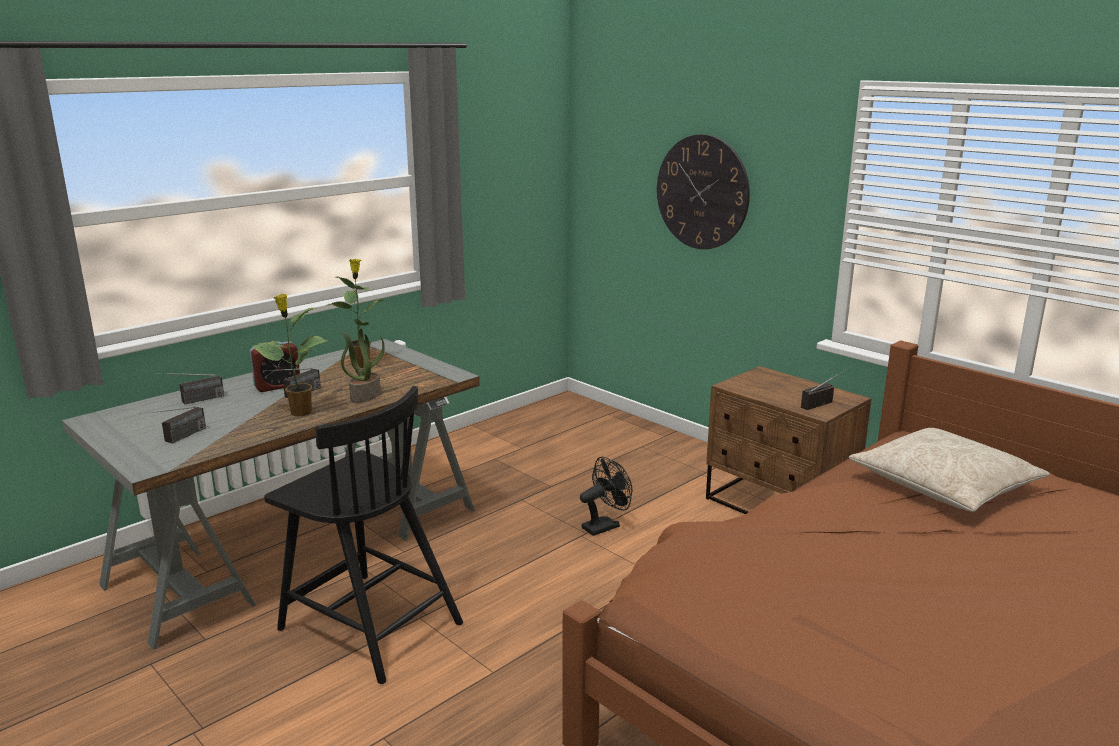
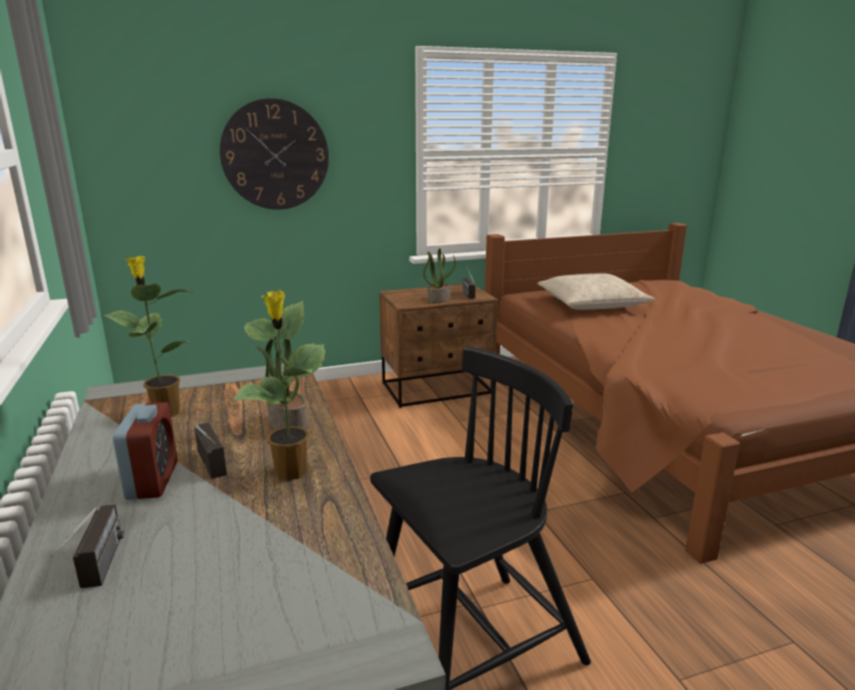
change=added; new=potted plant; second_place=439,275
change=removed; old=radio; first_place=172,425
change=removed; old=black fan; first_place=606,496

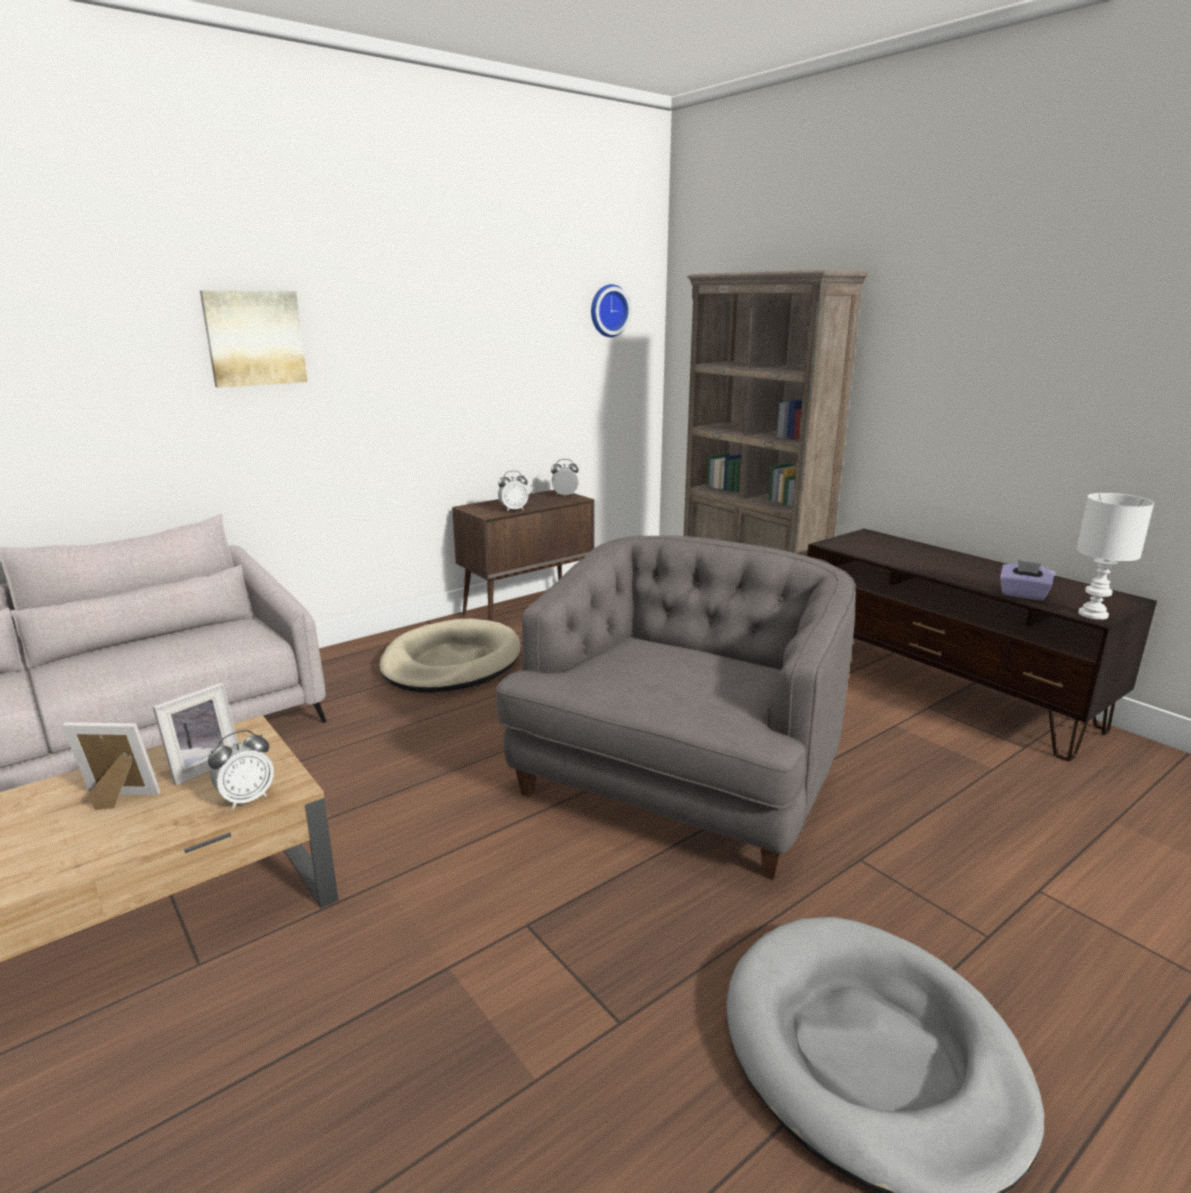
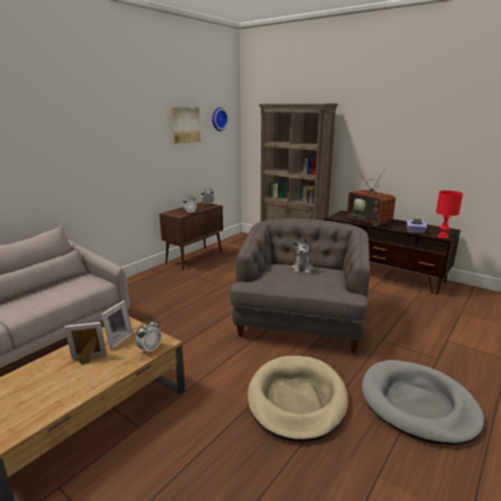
change=moved; old=picture; first_place=253,339; second_place=186,125
change=moved; old=beige dog bed; first_place=450,656; second_place=297,399
change=added; new=plush toy; second_place=303,256
change=added; new=television; second_place=371,198
change=recoloured; old=white table lamp; new=red table lamp; first_place=1115,556; second_place=449,214

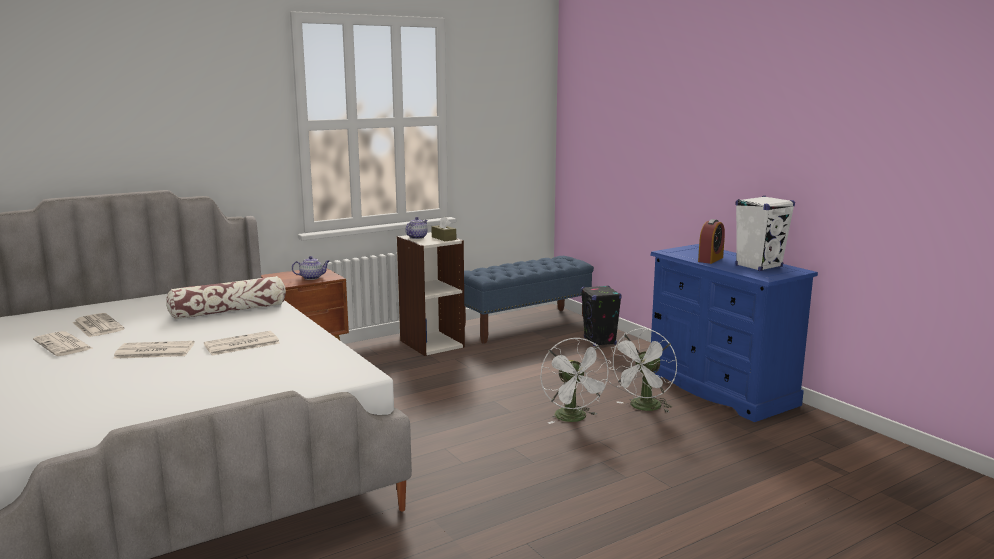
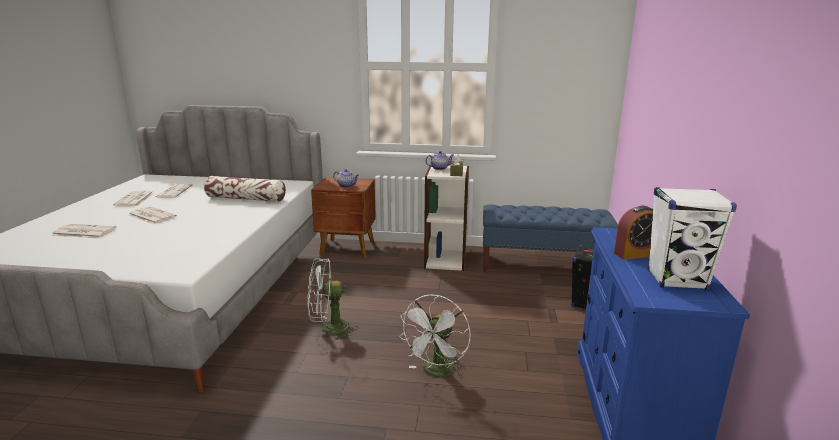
change=moved; old=newspaper; first_place=242,343; second_place=84,231
change=moved; old=white fan; first_place=642,370; second_place=333,299

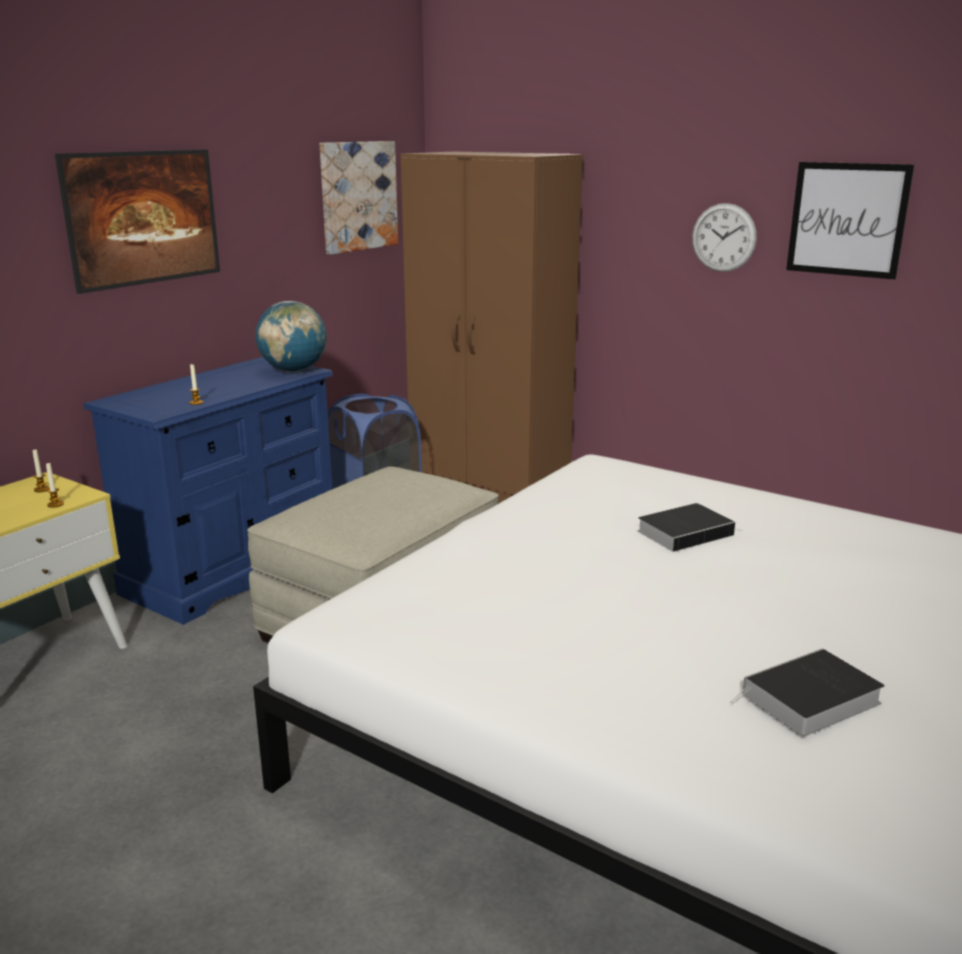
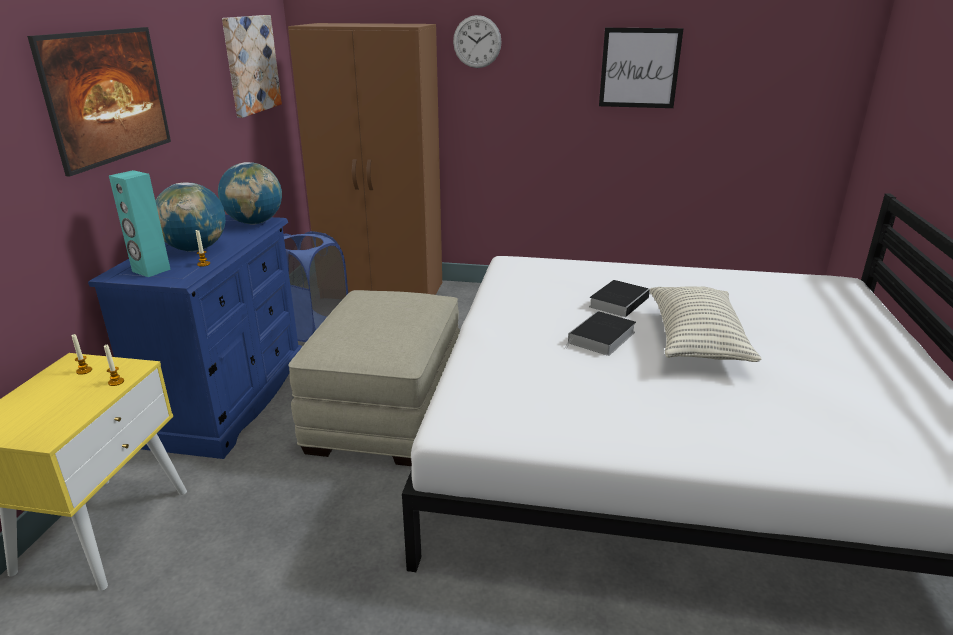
change=added; new=turquoise speaker; second_place=140,223
change=added; new=globe; second_place=190,217
change=moved; old=wall clock; first_place=724,237; second_place=477,41
change=moved; old=book; first_place=807,692; second_place=600,333
change=added; new=pillow; second_place=705,324

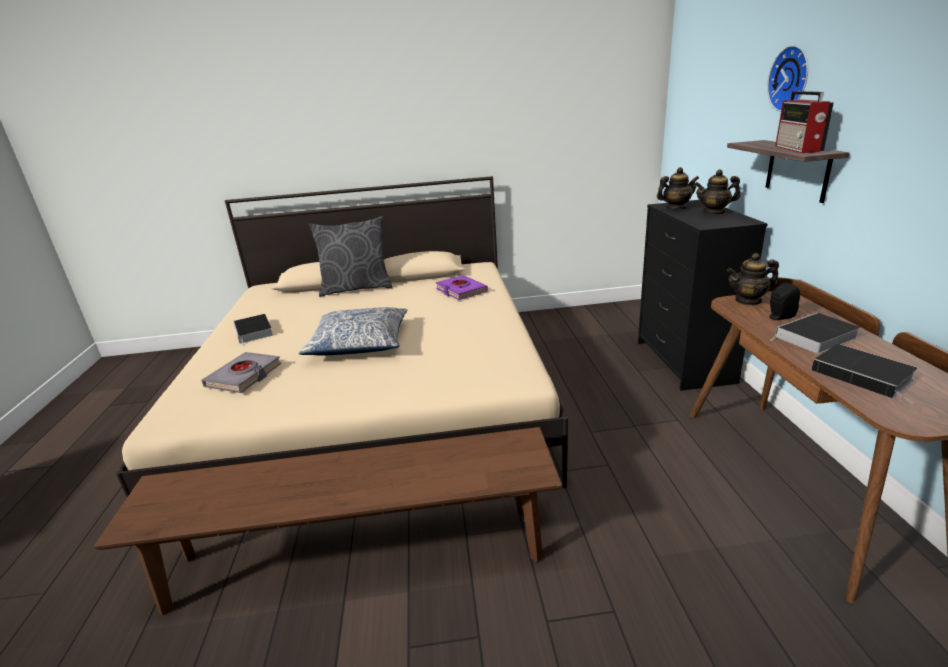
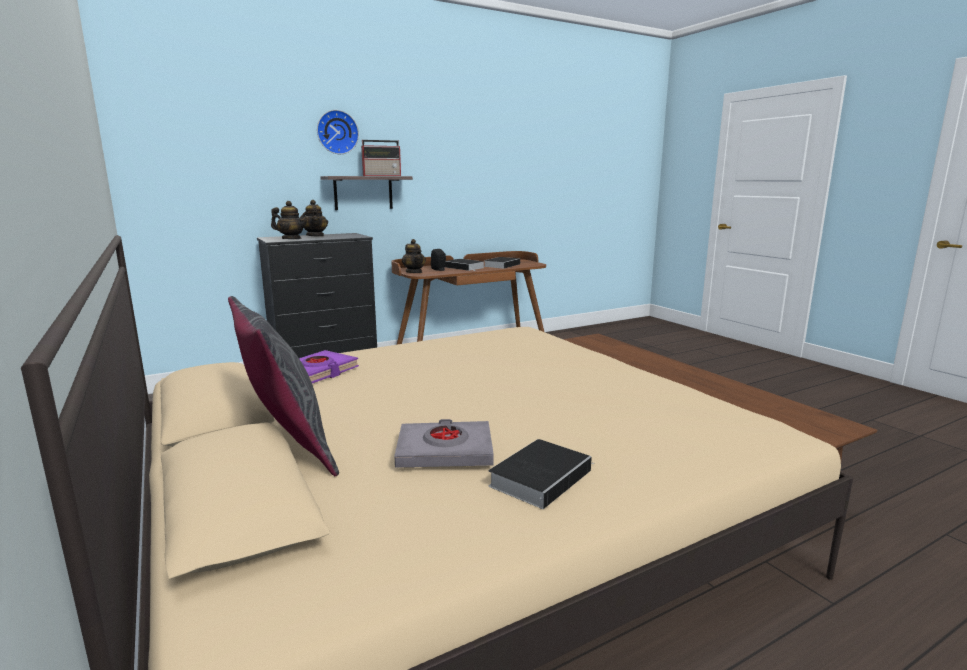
change=turned; old=teapot; first_place=678,188; second_place=289,220; degrees=135
change=moved; old=grey book; first_place=241,372; second_place=443,443
change=removed; old=pillow; first_place=353,331

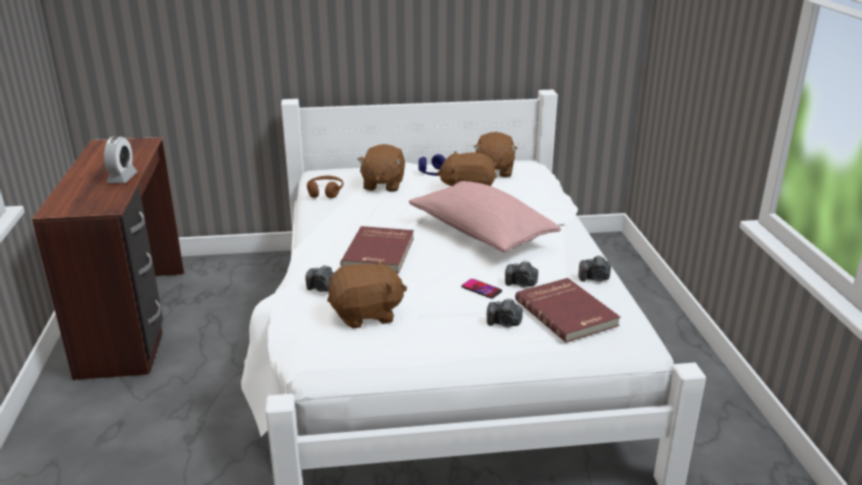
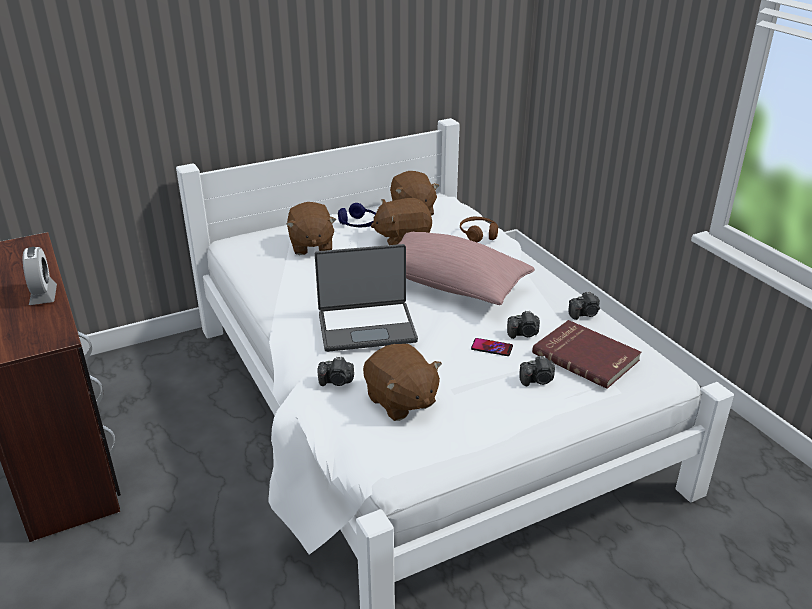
change=replaced; old=red book; new=laptop; first_place=377,249; second_place=366,298
change=turned; old=brown plush toy; first_place=367,293; second_place=402,382; degrees=90
change=moved; old=brown headphones; first_place=325,187; second_place=479,229

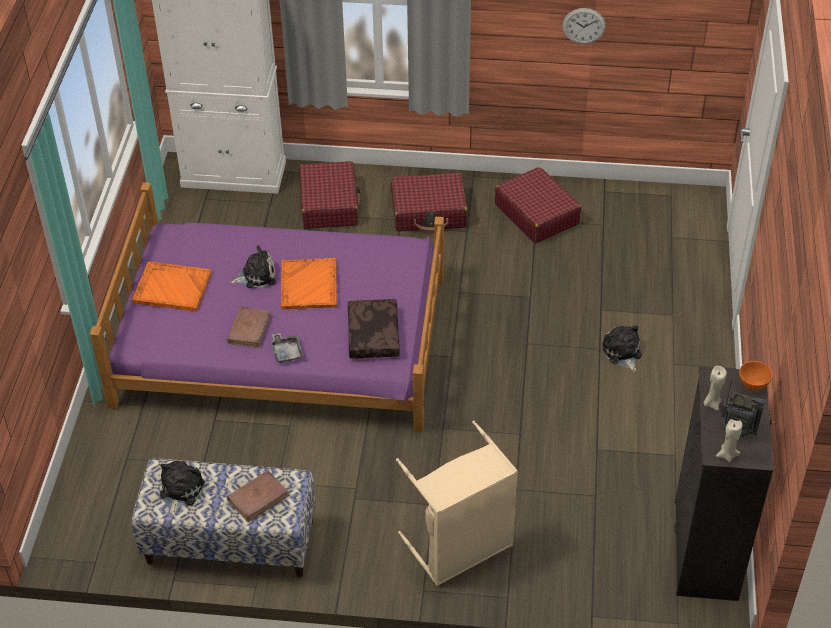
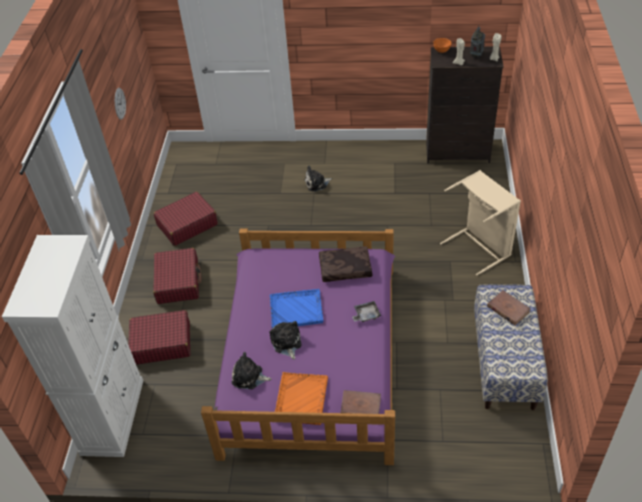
change=moved; old=plush toy; first_place=182,488; second_place=252,370
change=recoloured; old=orange tray; new=blue tray; first_place=309,283; second_place=296,309
change=moved; old=brown book; first_place=249,327; second_place=360,402

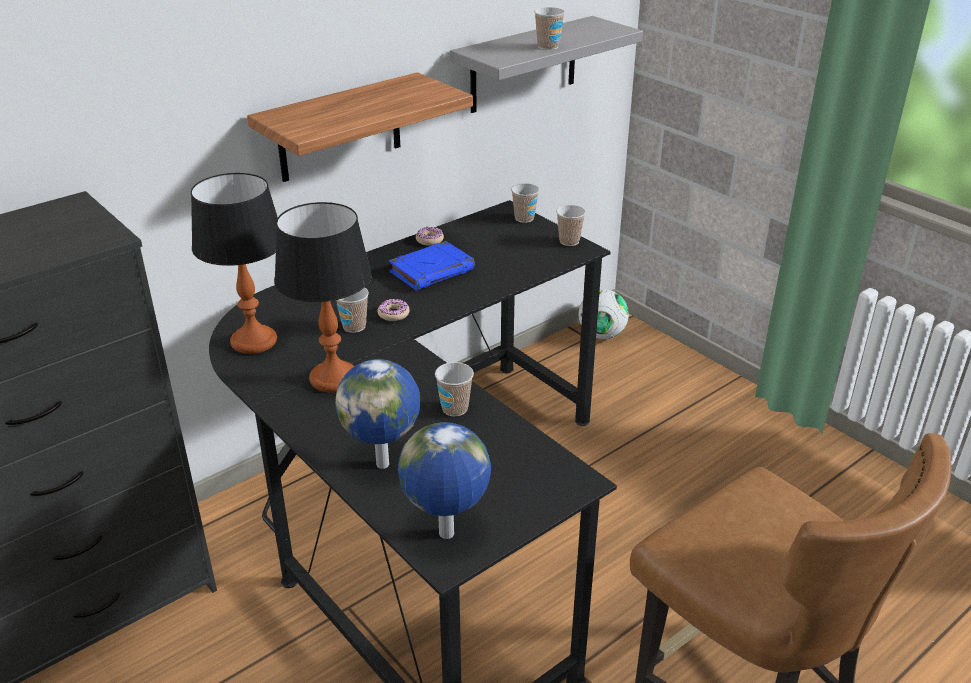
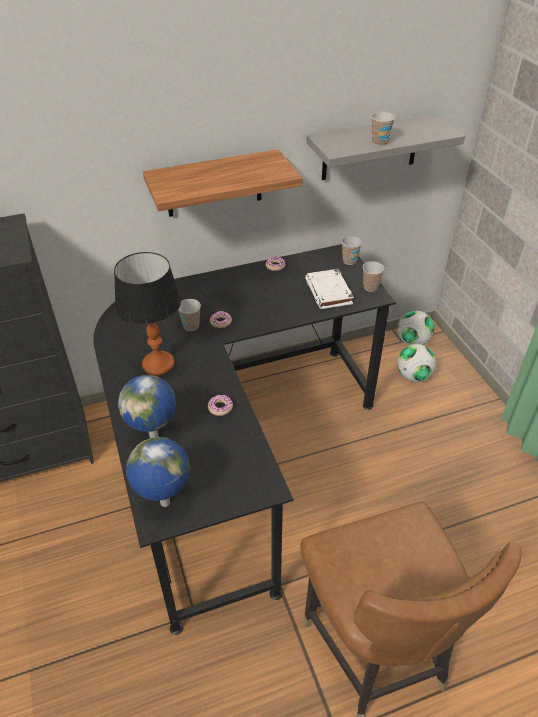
change=replaced; old=cup; new=donut; first_place=454,389; second_place=220,405
change=added; new=white book; second_place=329,289
change=added; new=football; second_place=416,363
change=removed; old=table lamp; first_place=234,263
change=removed; old=blue book; first_place=432,266

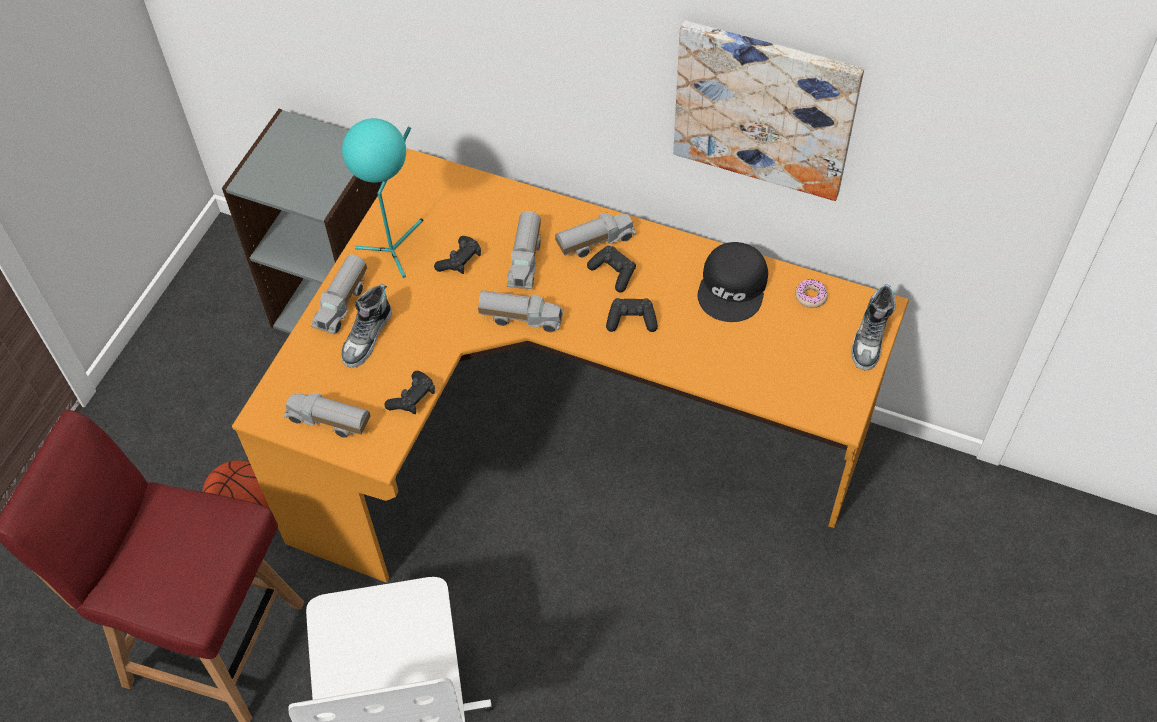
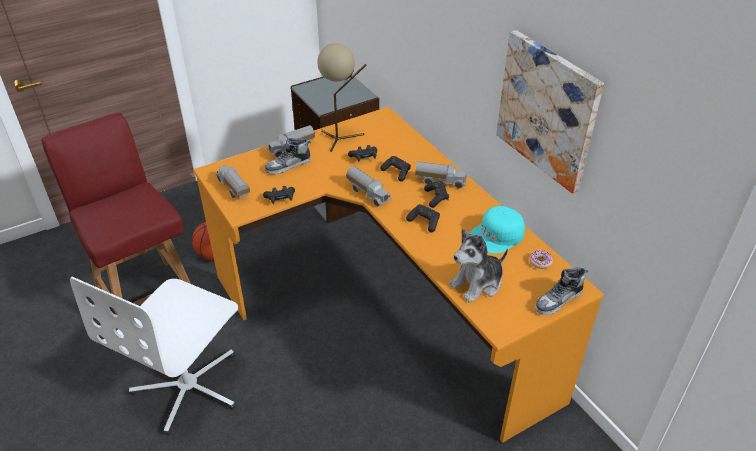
change=recoloured; old=turquoise table lamp; new=beige table lamp; first_place=382,198; second_place=342,97
change=replaced; old=toy truck; new=black game controller; first_place=524,250; second_place=395,168
change=added; new=plush toy; second_place=478,265
change=recoloured; old=black cap; new=turquoise cap; first_place=733,282; second_place=497,229

